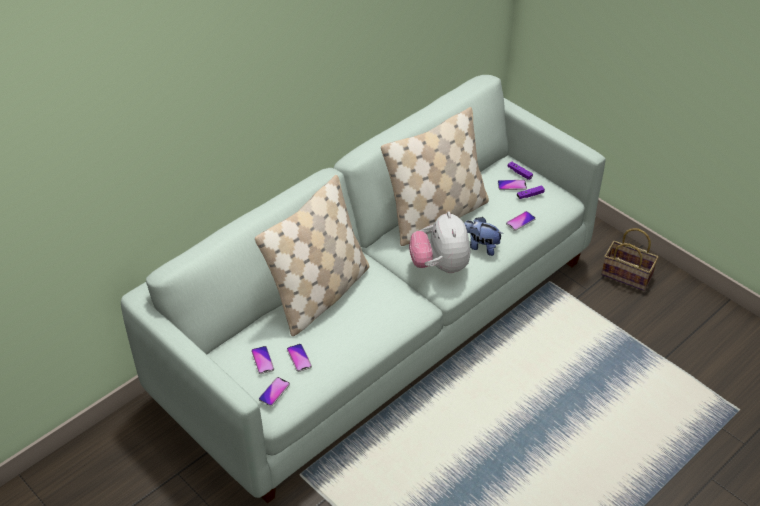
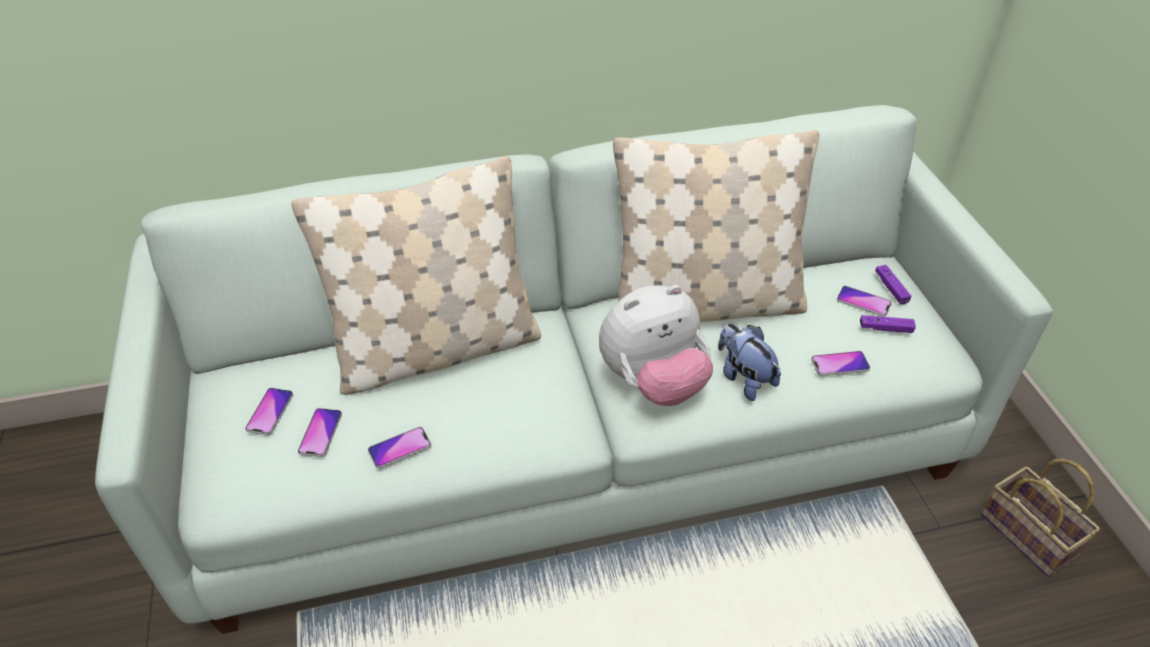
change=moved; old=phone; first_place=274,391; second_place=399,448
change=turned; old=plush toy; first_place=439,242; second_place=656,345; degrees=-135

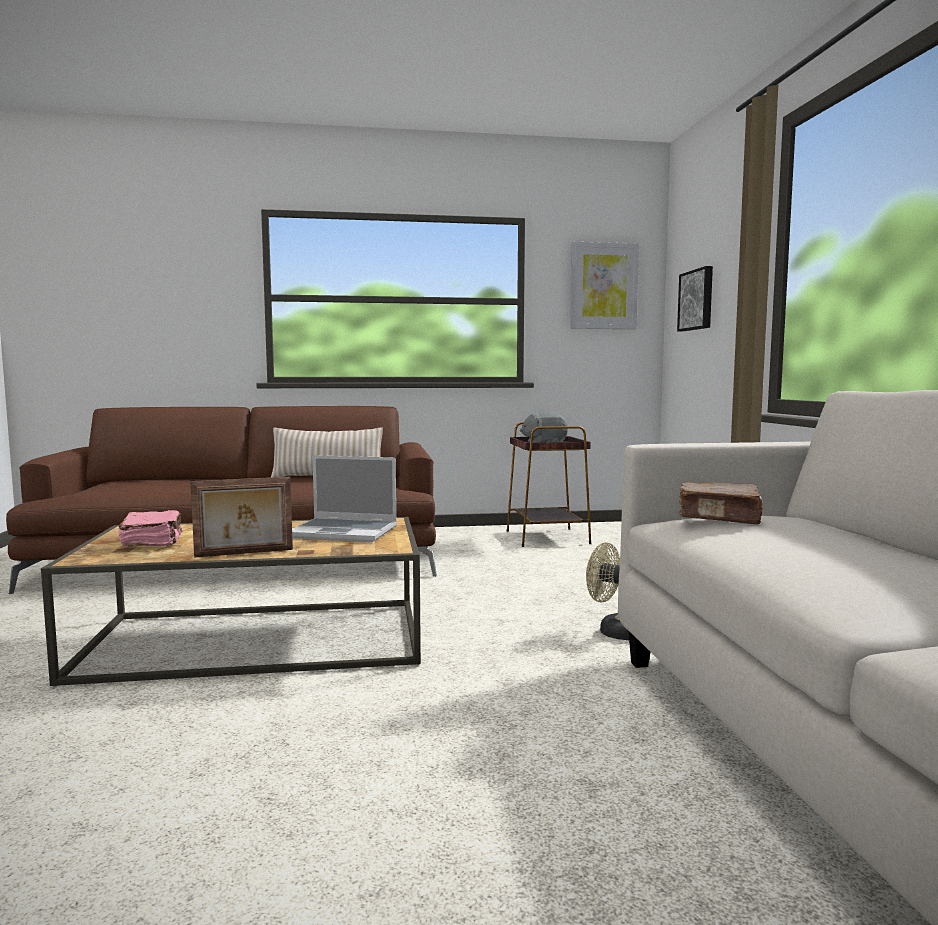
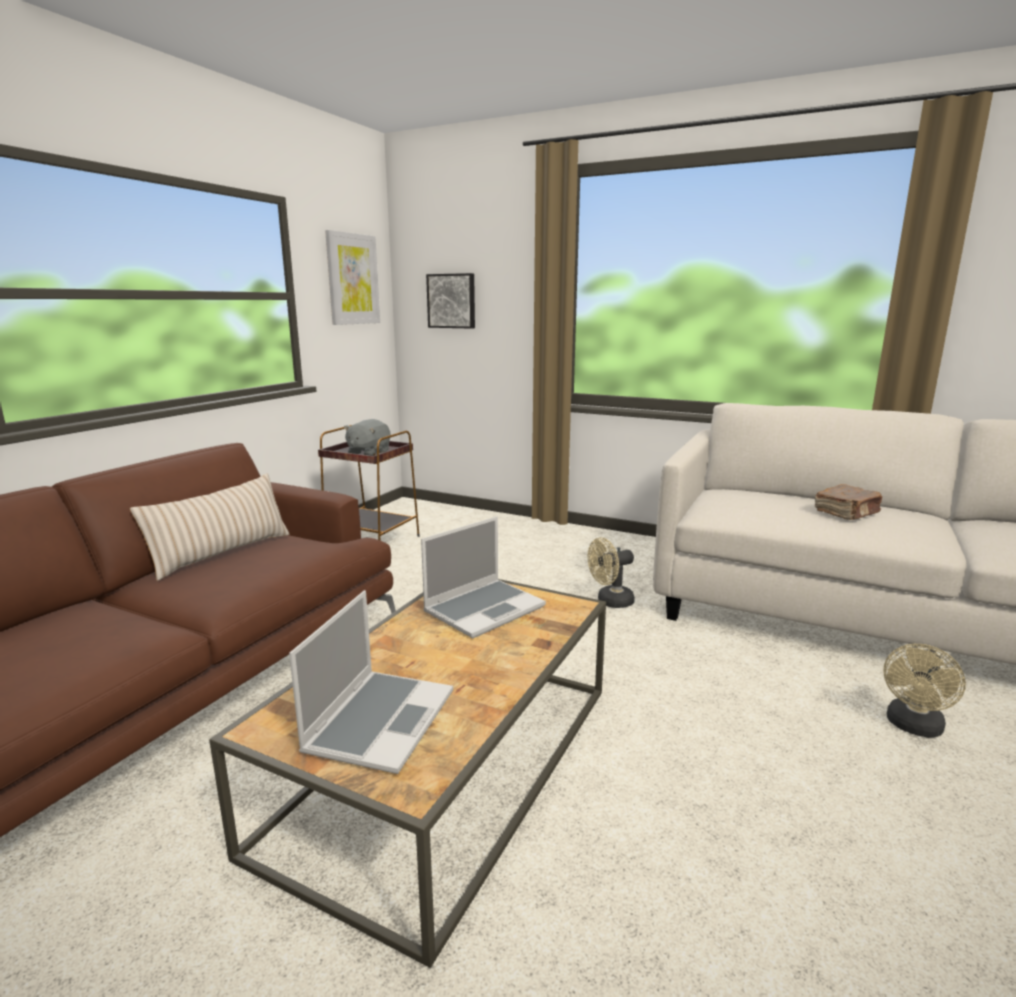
change=replaced; old=pink book; new=laptop; first_place=150,528; second_place=371,682
change=moved; old=brown book; first_place=721,503; second_place=848,502
change=added; new=beige fan; second_place=924,691
change=removed; old=picture frame; first_place=241,517

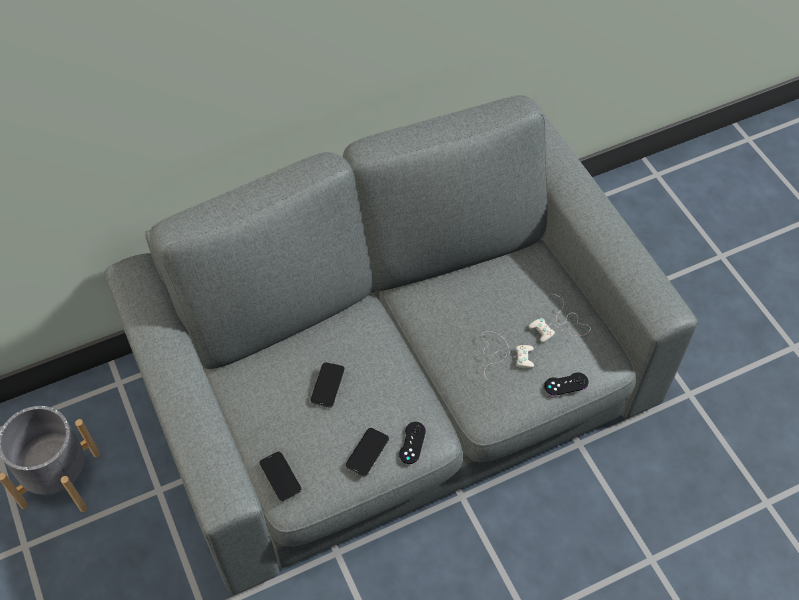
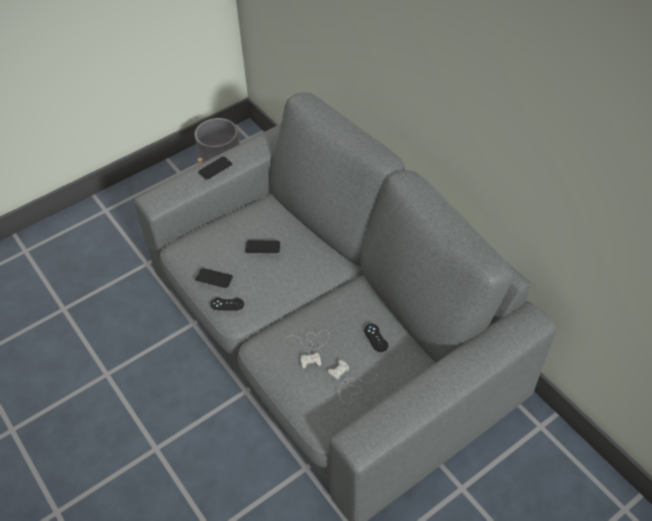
change=moved; old=phone; first_place=280,476; second_place=215,168
change=moved; old=black game controller; first_place=566,384; second_place=376,338

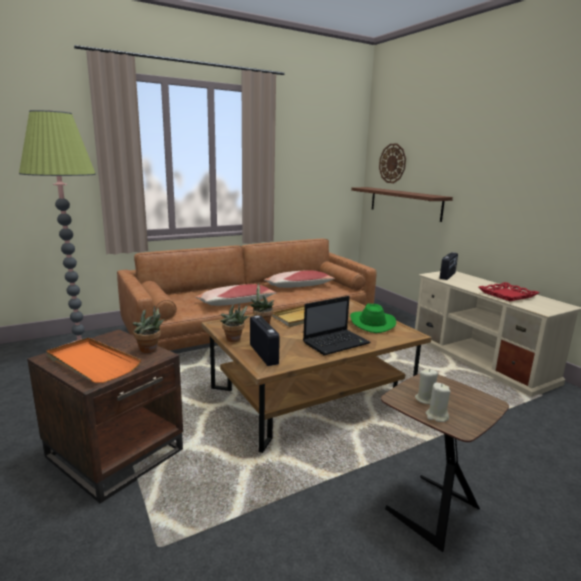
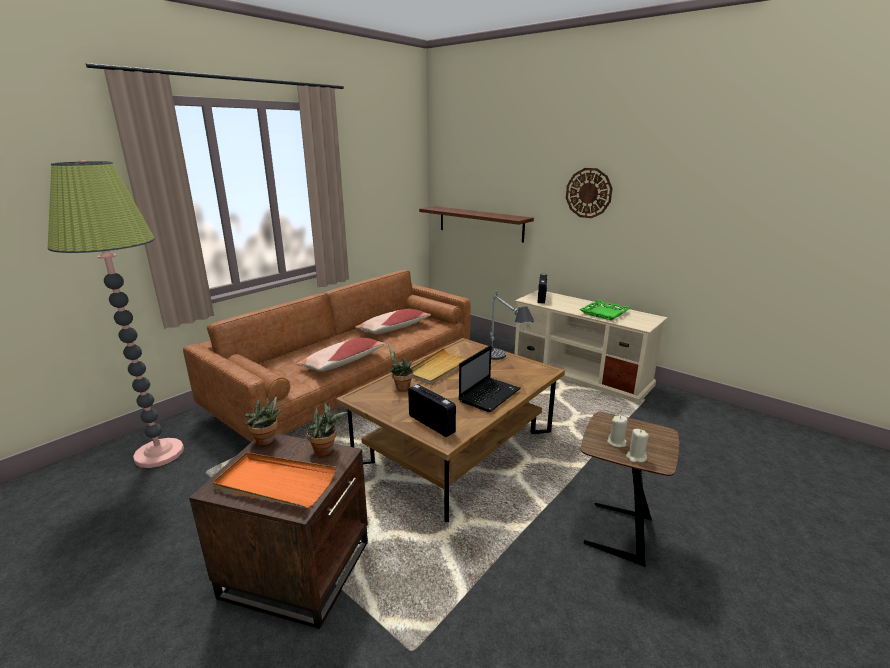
change=moved; old=potted plant; first_place=235,322; second_place=263,420
change=replaced; old=green hat; new=table lamp; first_place=373,318; second_place=512,325
change=moved; old=wall clock; first_place=392,163; second_place=589,193
change=recoloured; old=red tray; new=green tray; first_place=509,291; second_place=605,310

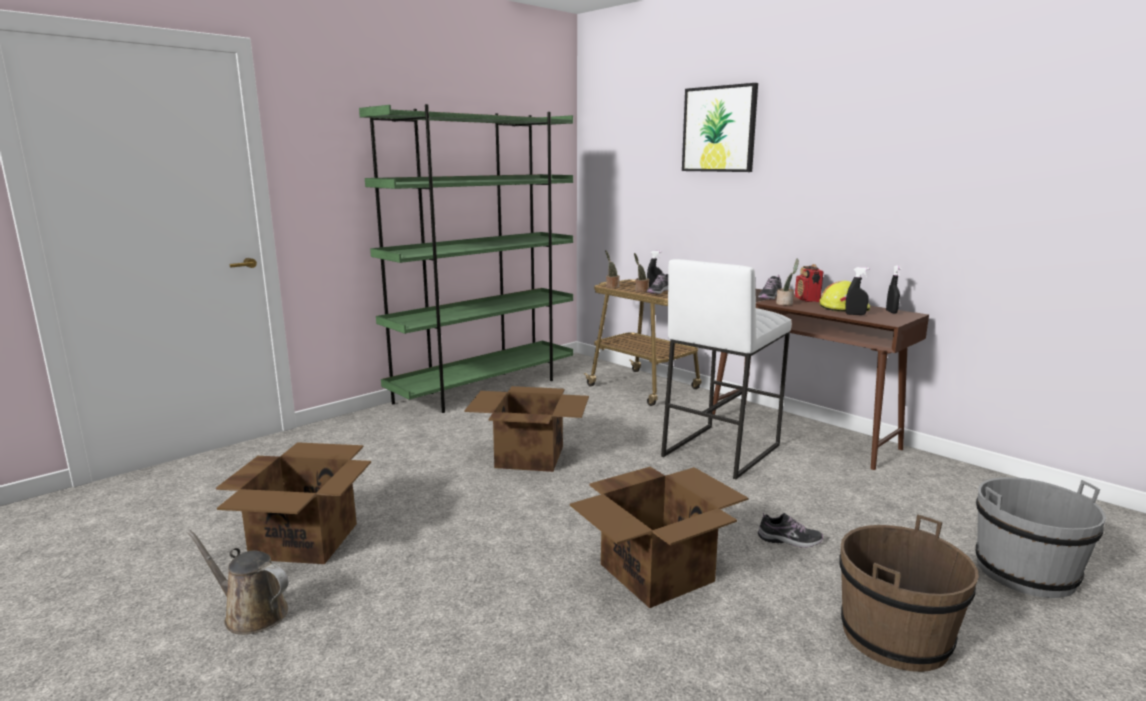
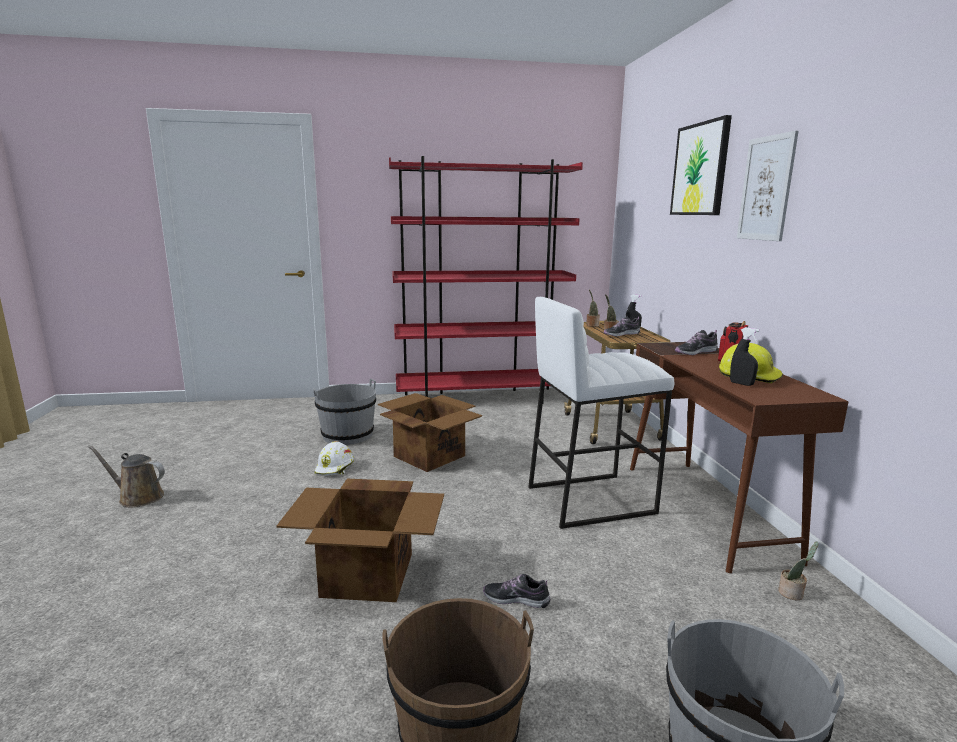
change=turned; old=brown watering can; first_place=237,582; second_place=126,476; degrees=-45
change=added; new=grey bucket; second_place=344,412
change=added; new=white hard hat; second_place=334,458
change=recoloured; old=green bookcase; new=red bookcase; first_place=466,258; second_place=486,279
change=turned; old=shoe; first_place=790,530; second_place=516,591; degrees=150
change=added; new=picture; second_place=768,186
change=moved; old=potted plant; first_place=787,282; second_place=798,571
change=removed; old=cardboard box; first_place=293,503
change=removed; old=black spray bottle; first_place=893,289

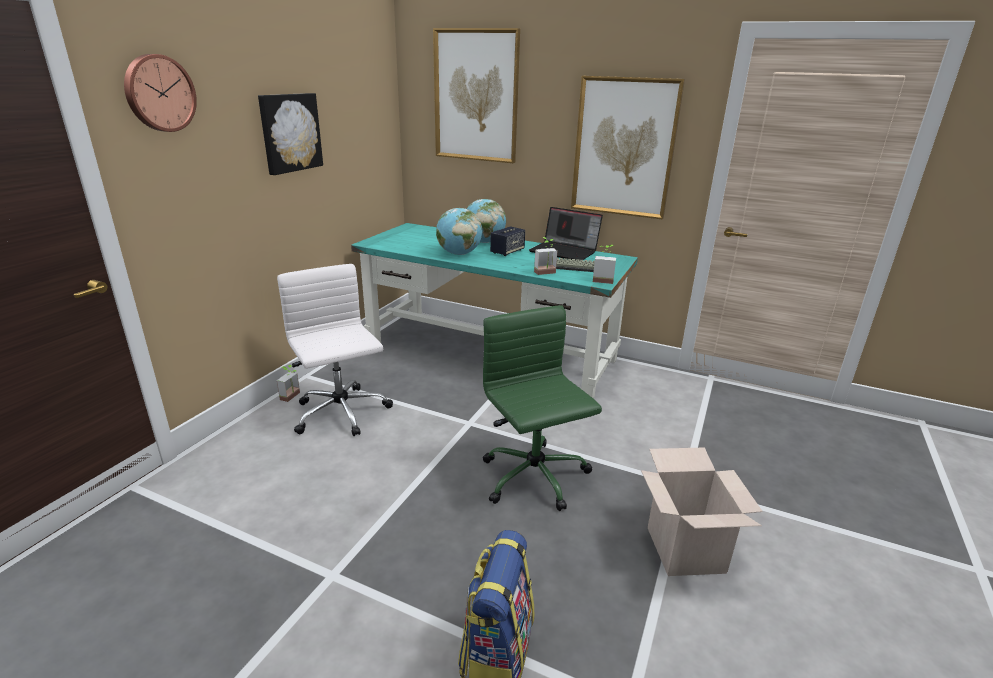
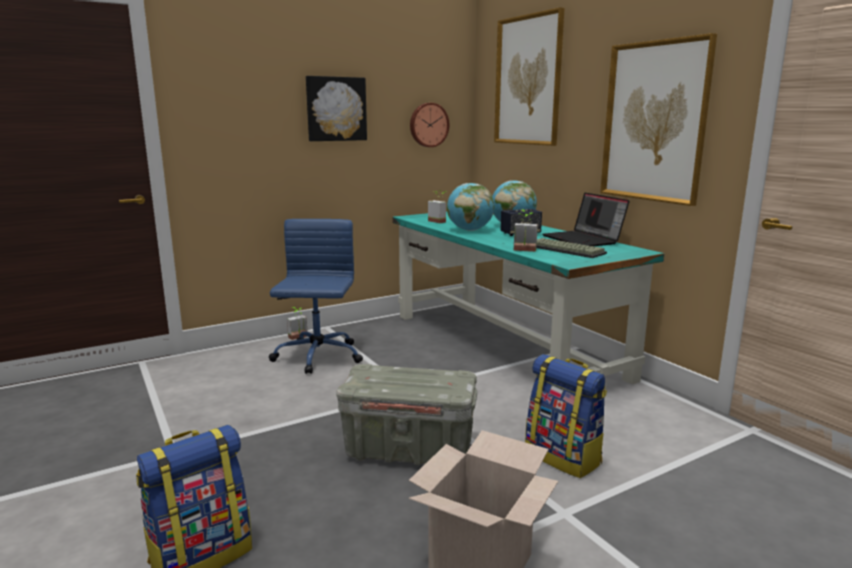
change=recoloured; old=white office chair; new=blue office chair; first_place=335,350; second_place=316,296
change=replaced; old=green office chair; new=grey storage box; first_place=542,408; second_place=406,414
change=moved; old=wall clock; first_place=160,93; second_place=429,125
change=moved; old=potted plant; first_place=604,264; second_place=437,206
change=added; new=backpack; second_place=566,416

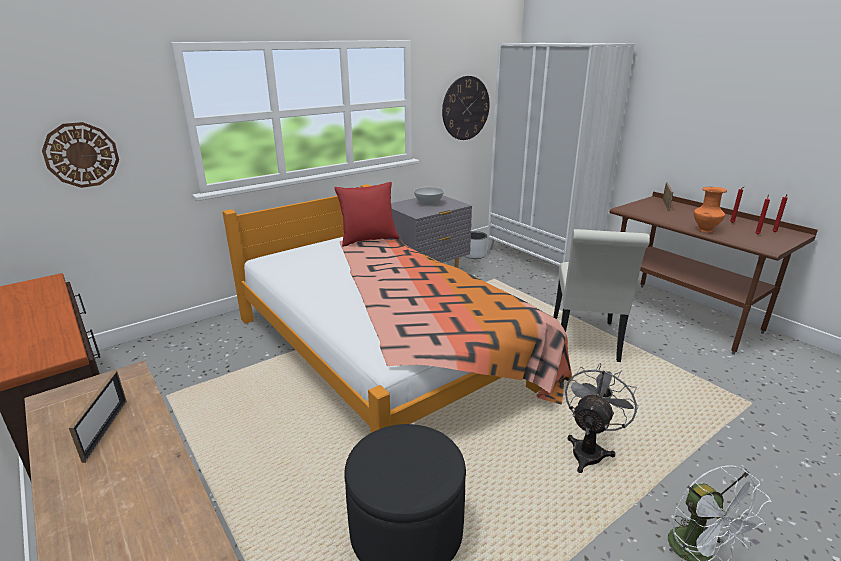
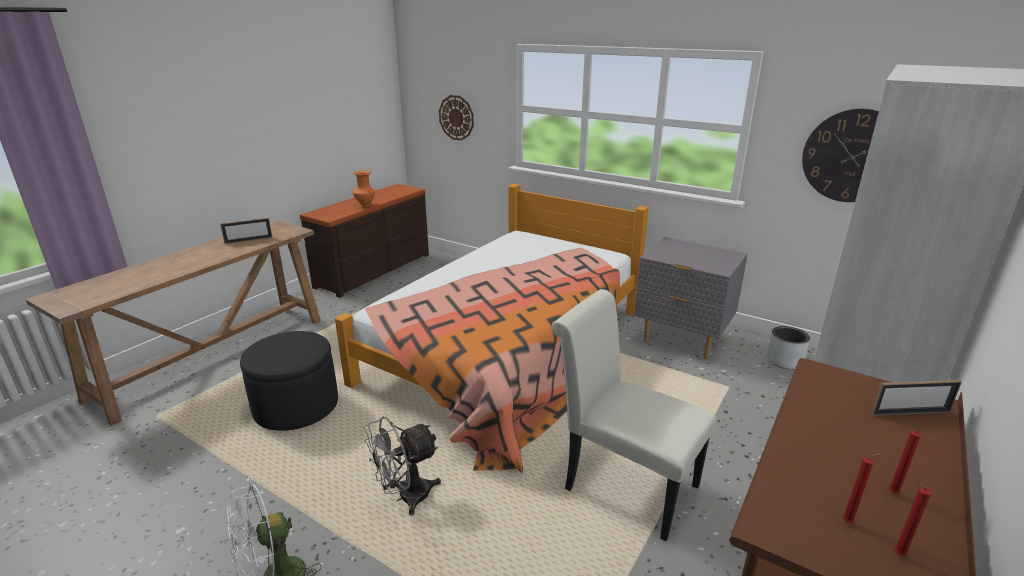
change=moved; old=orange vase; first_place=710,210; second_place=364,189
change=turned; old=grey fan; first_place=602,418; second_place=402,465; degrees=135
change=turned; old=white chair; first_place=601,295; second_place=634,415; degrees=45
change=removed; old=red pillow; first_place=366,214
change=removed; old=white bowl; first_place=429,196

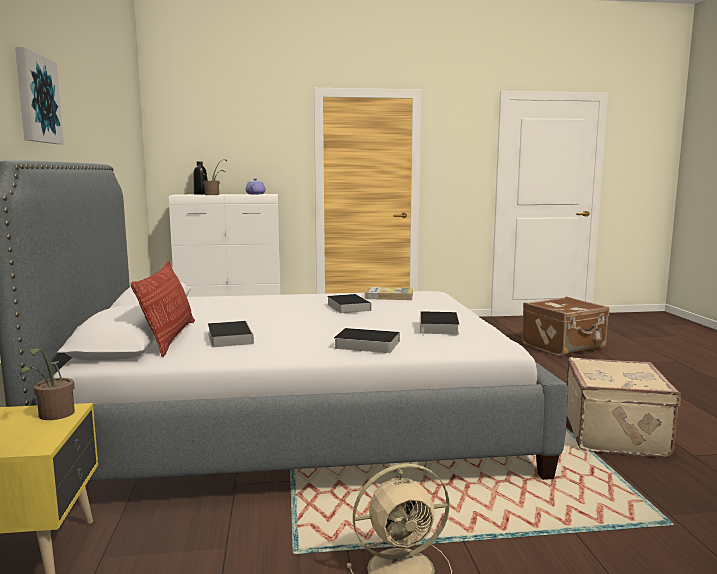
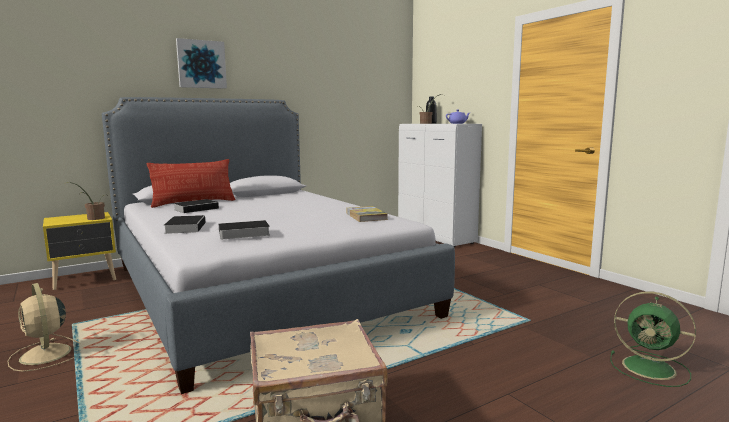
change=replaced; old=brown suitcase; new=green fan; first_place=565,326; second_place=653,339
change=removed; old=book; first_place=349,303

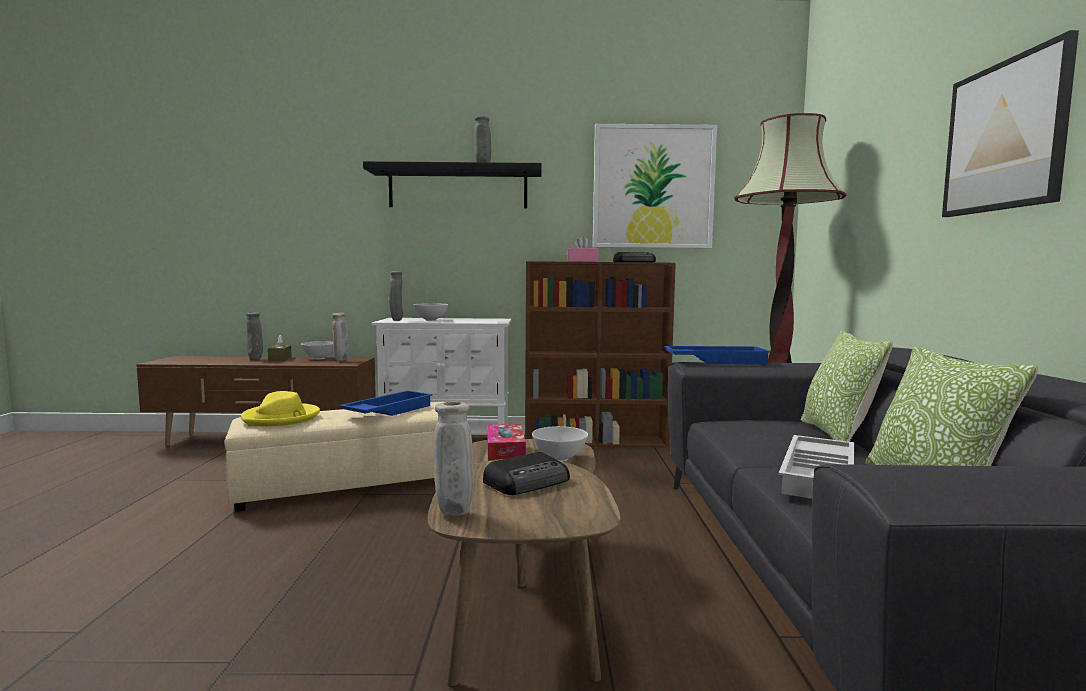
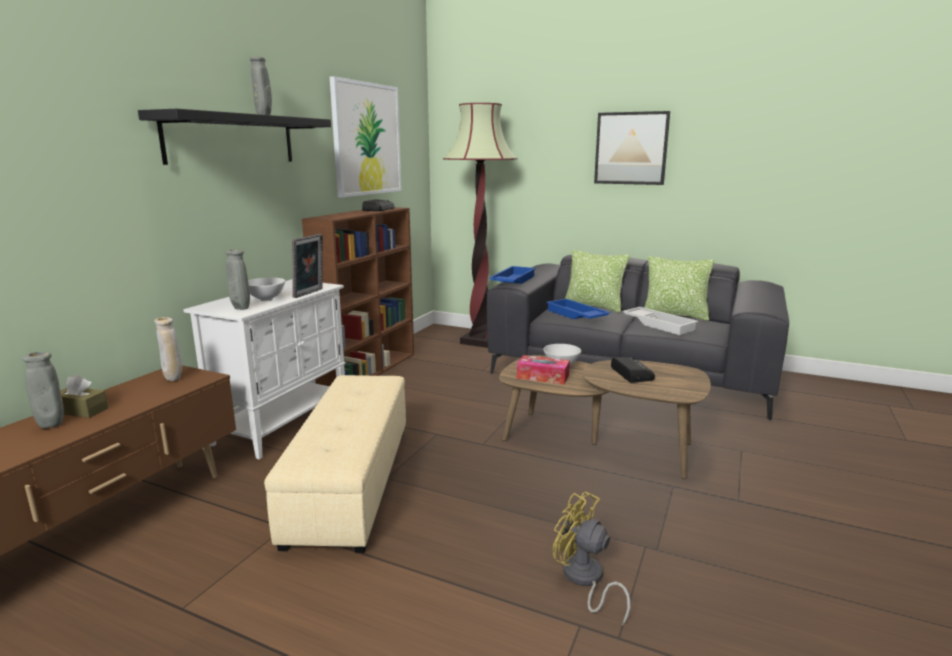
change=added; new=picture frame; second_place=307,266
change=moved; old=blue tray; first_place=386,403; second_place=578,309
change=added; new=yellow fan; second_place=591,559
change=removed; old=yellow hat; first_place=280,408
change=removed; old=white bowl; first_place=317,350
change=removed; old=beige vase; first_place=454,459
change=removed; old=pink tissue box; first_place=582,249

